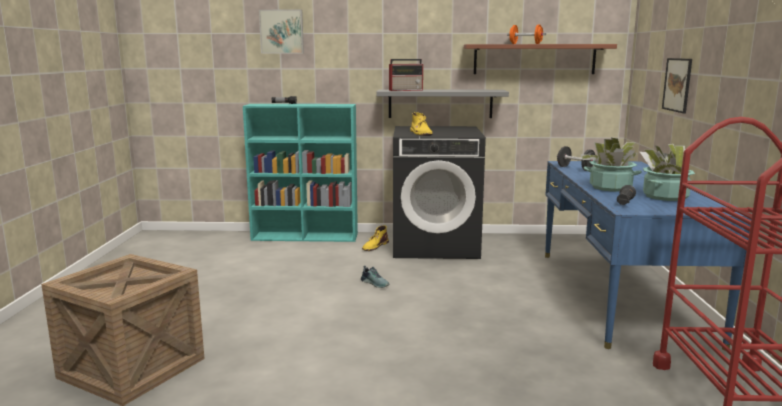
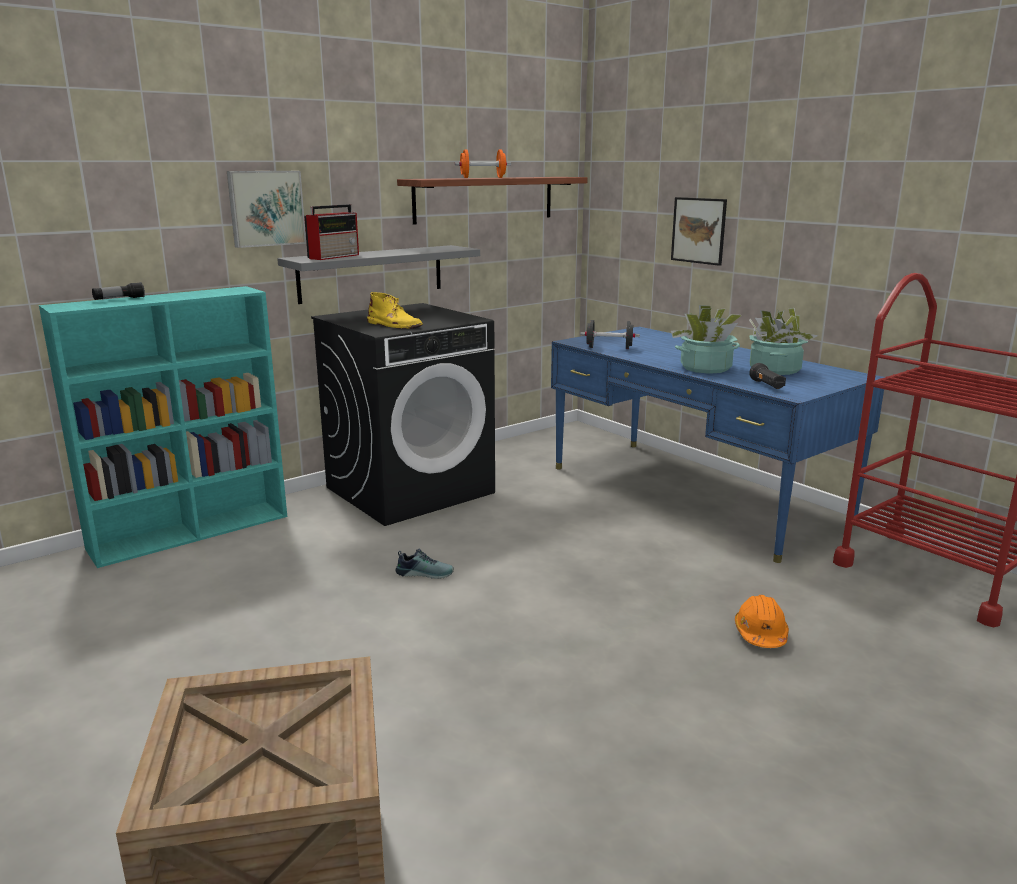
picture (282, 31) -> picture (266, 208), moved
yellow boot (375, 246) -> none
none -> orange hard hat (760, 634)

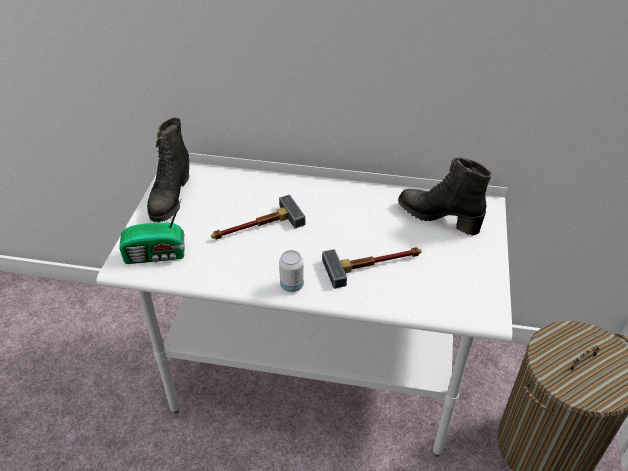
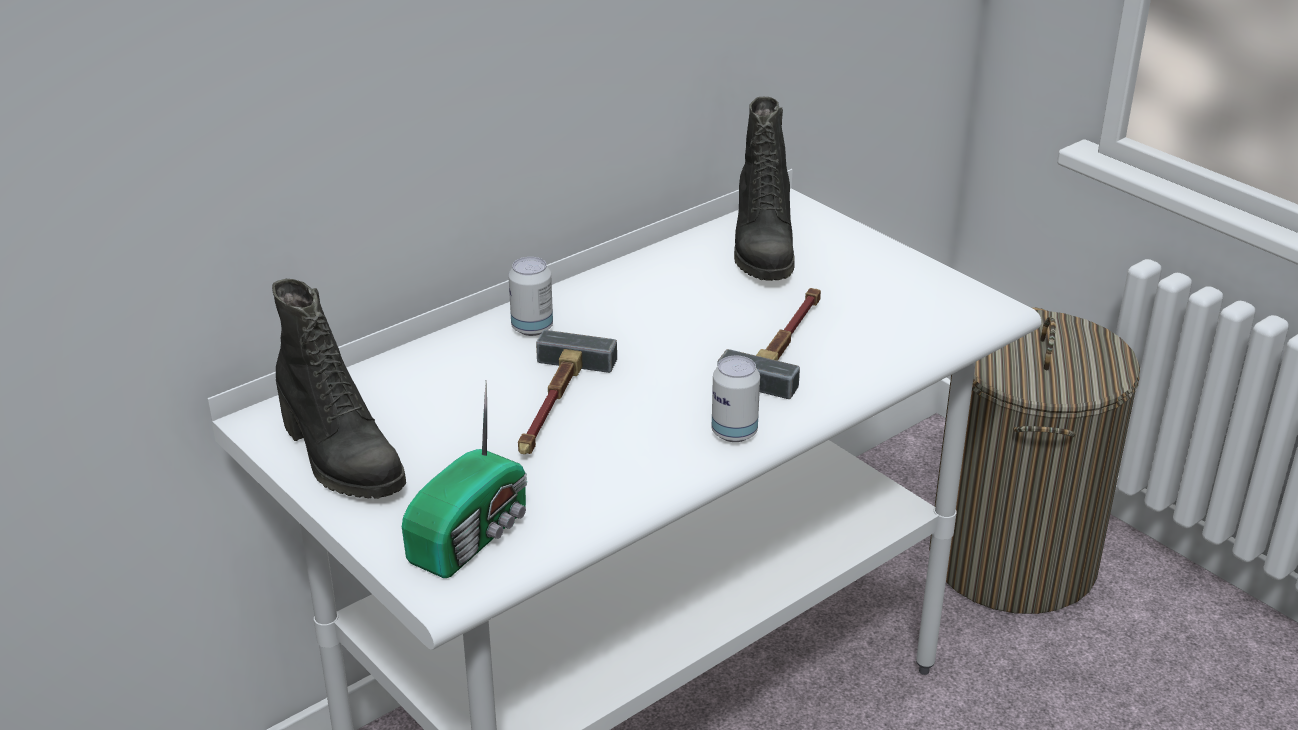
black boot (439, 217) -> black boot (761, 250), 75 degrees counterclockwise
none -> can (532, 328)

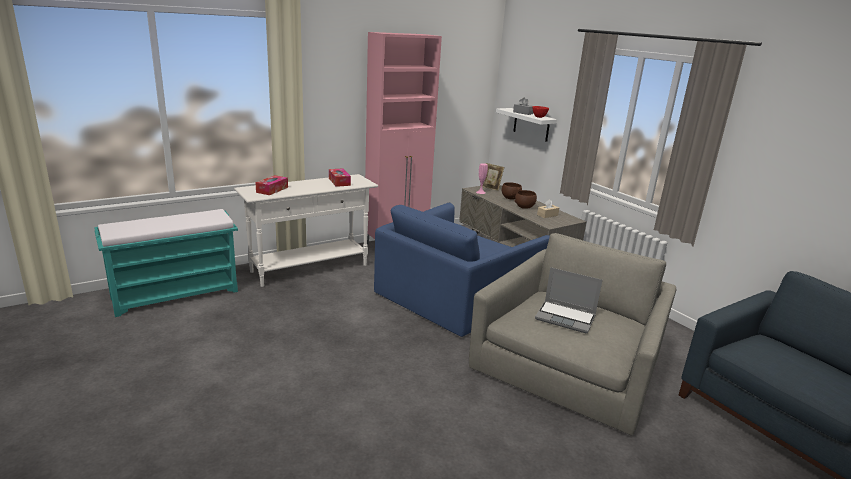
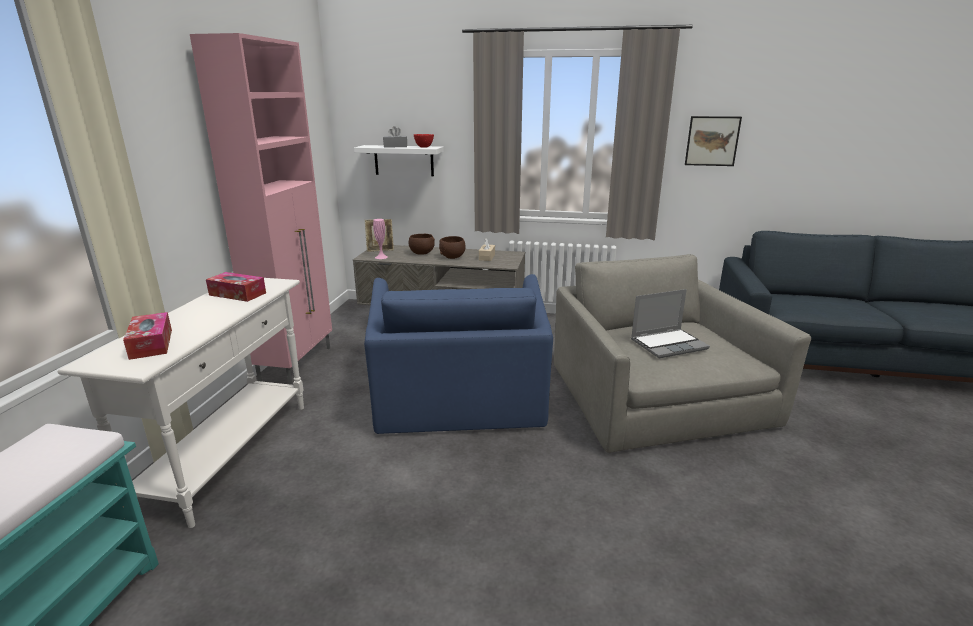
none -> picture (712, 141)

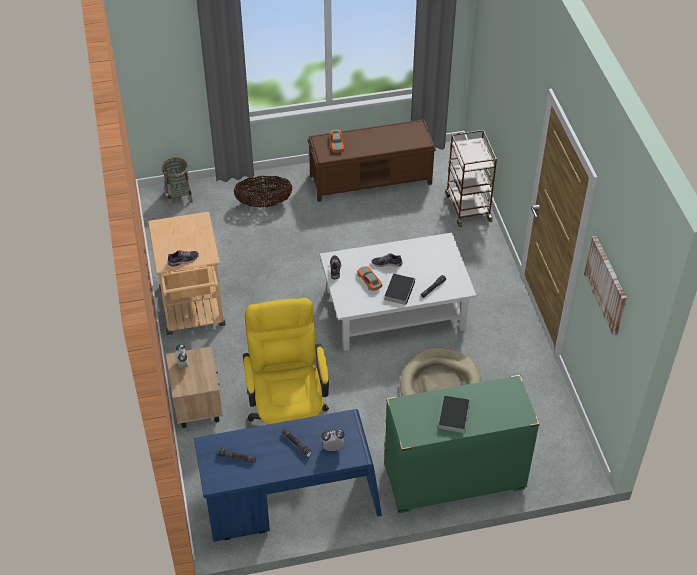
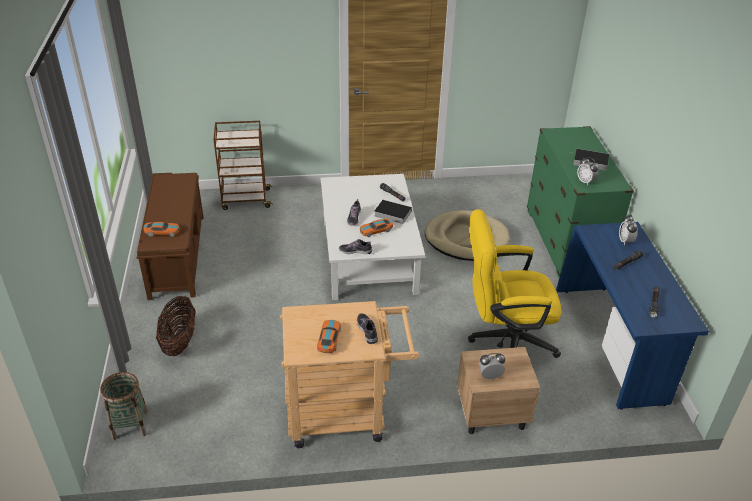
picture (606, 284) -> none
none -> alarm clock (585, 181)
none -> toy car (329, 340)

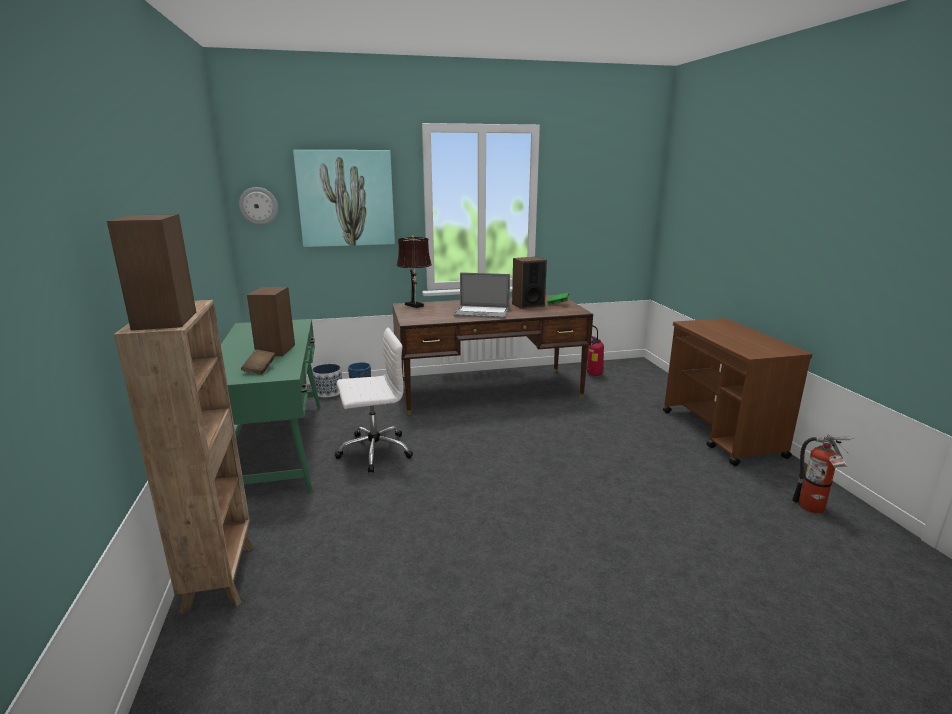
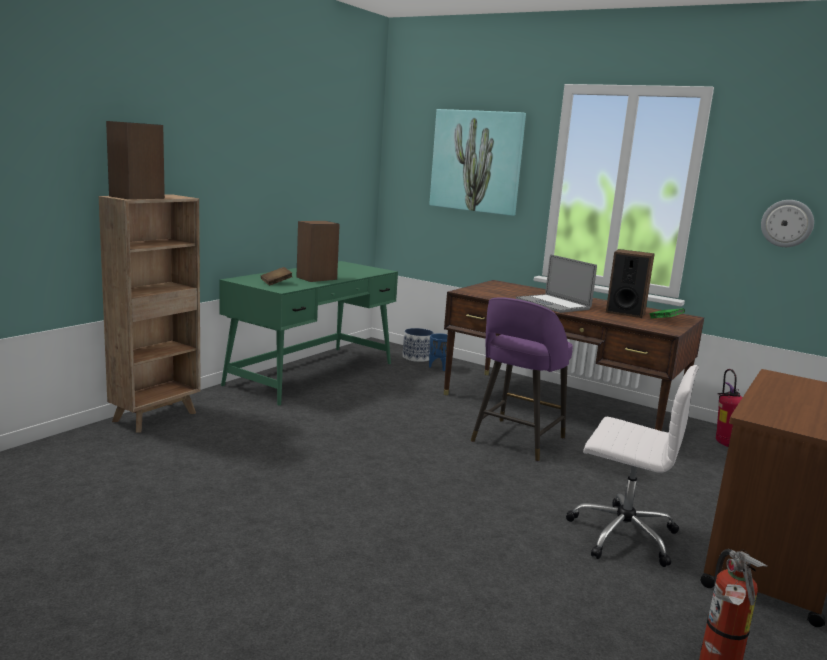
wall clock (258, 206) -> wall clock (787, 223), moved
brown table lamp (415, 306) -> none
white office chair (373, 451) -> white office chair (621, 534), moved
none -> purple stool (516, 440)

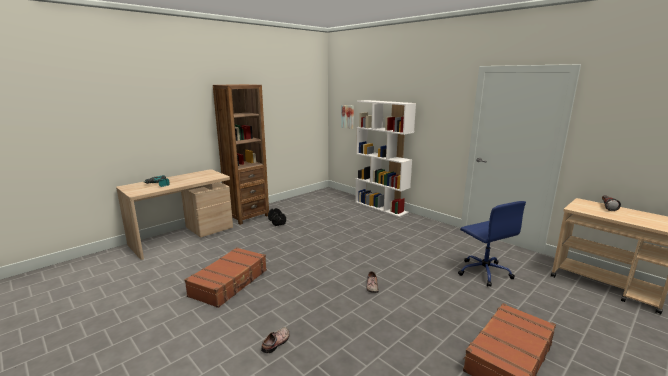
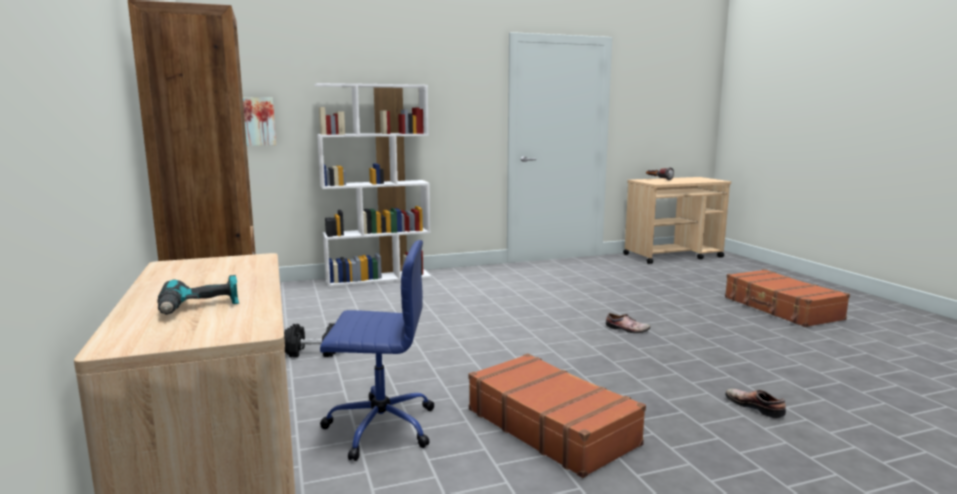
blue office chair (483, 272) -> blue office chair (379, 427), moved

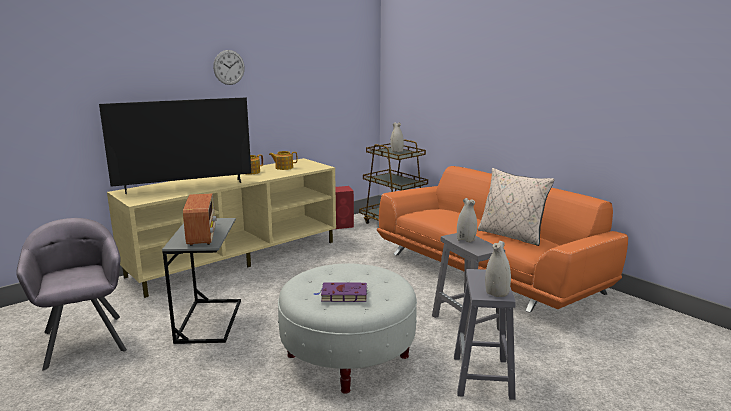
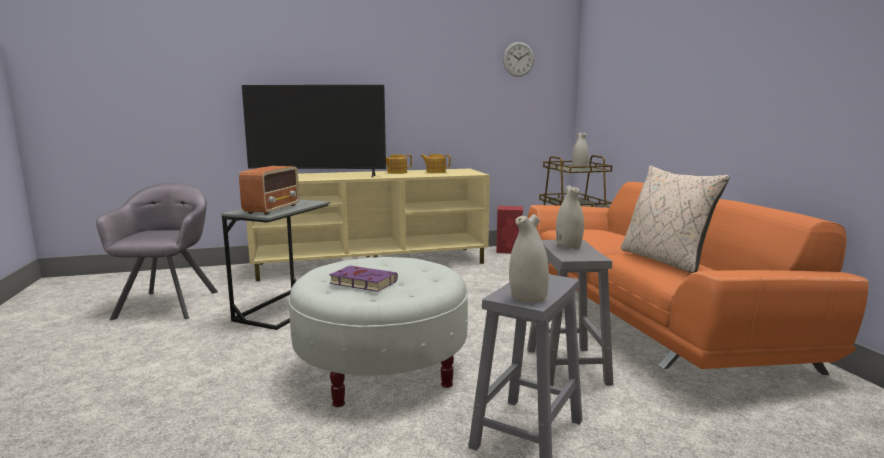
wall clock (229, 67) -> wall clock (518, 59), moved

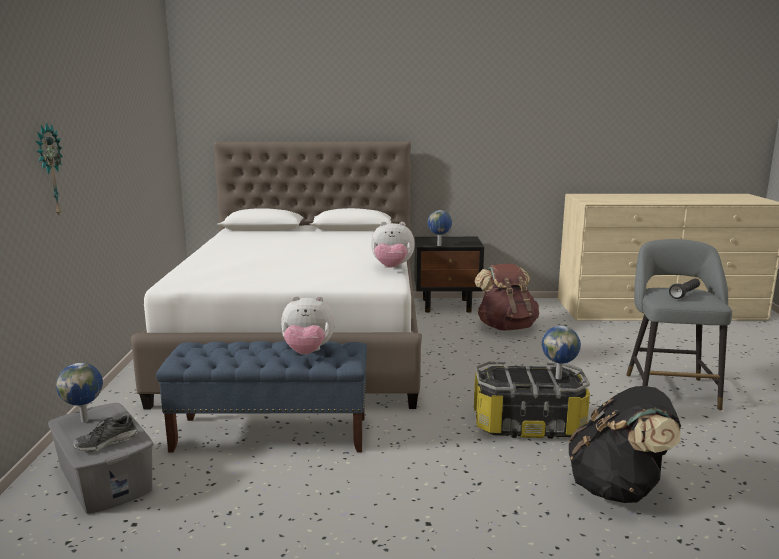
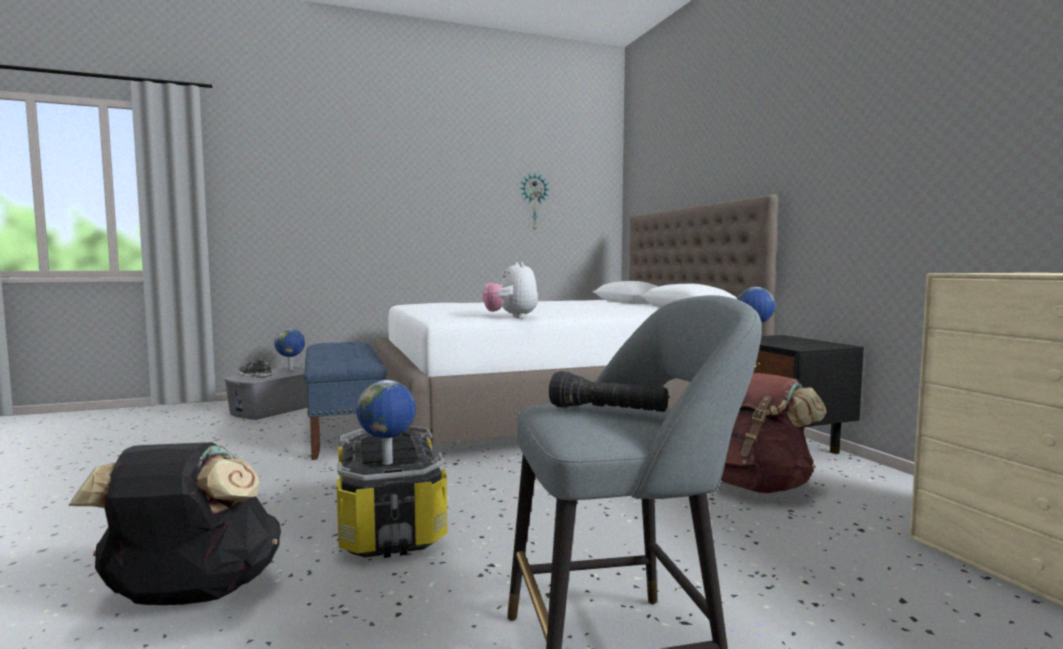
wall clock (48, 170) -> wall clock (533, 202), moved
plush toy (307, 352) -> none

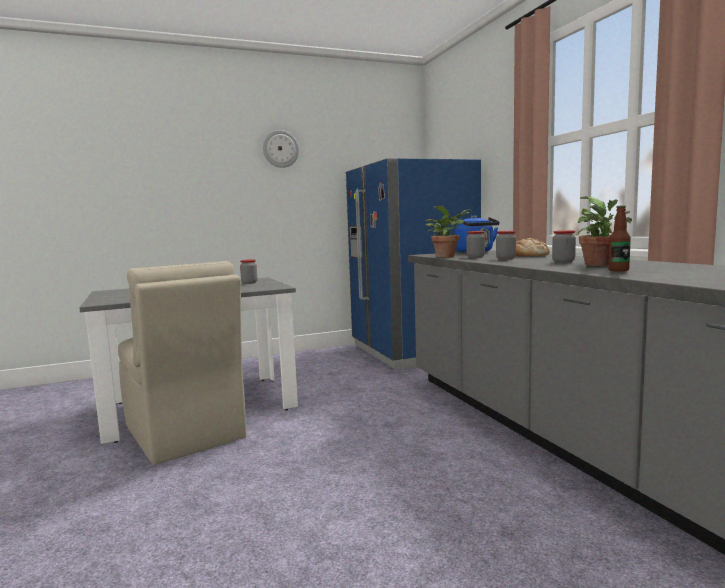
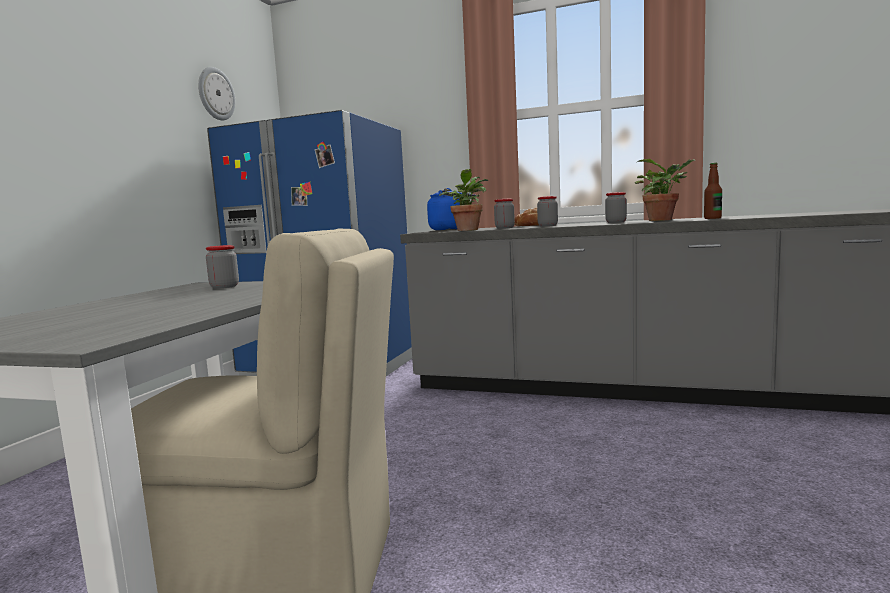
wall clock (280, 149) -> wall clock (215, 94), moved

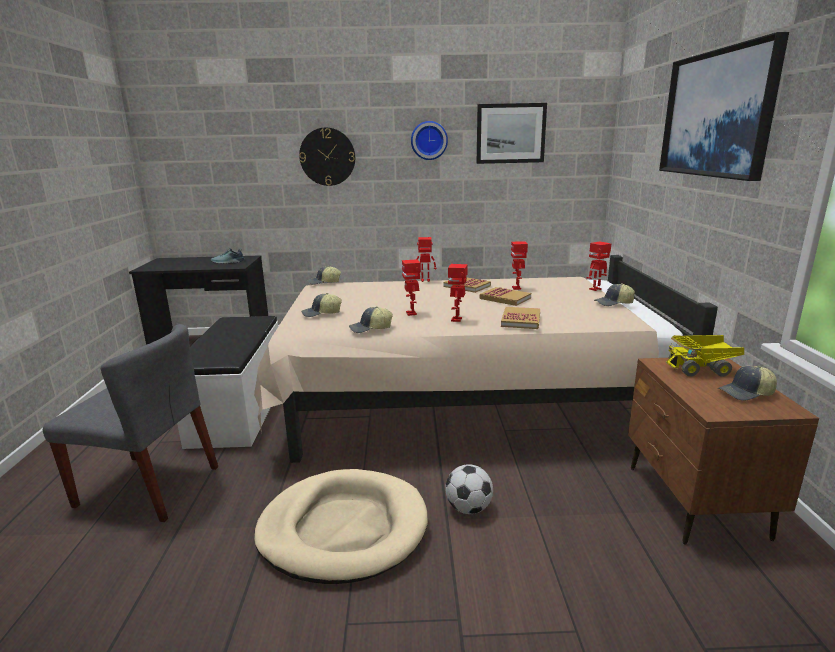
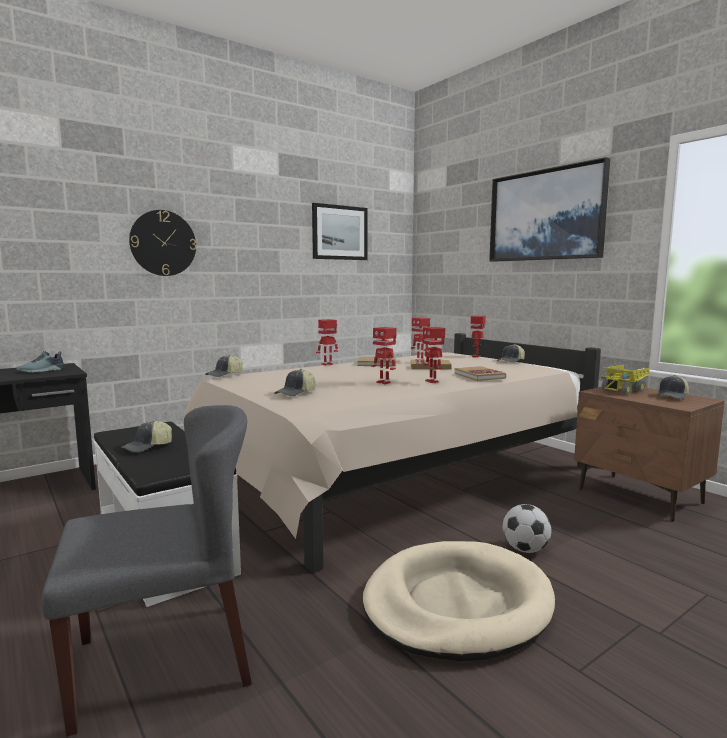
wall clock (429, 140) -> none
cap (370, 329) -> cap (148, 447), moved

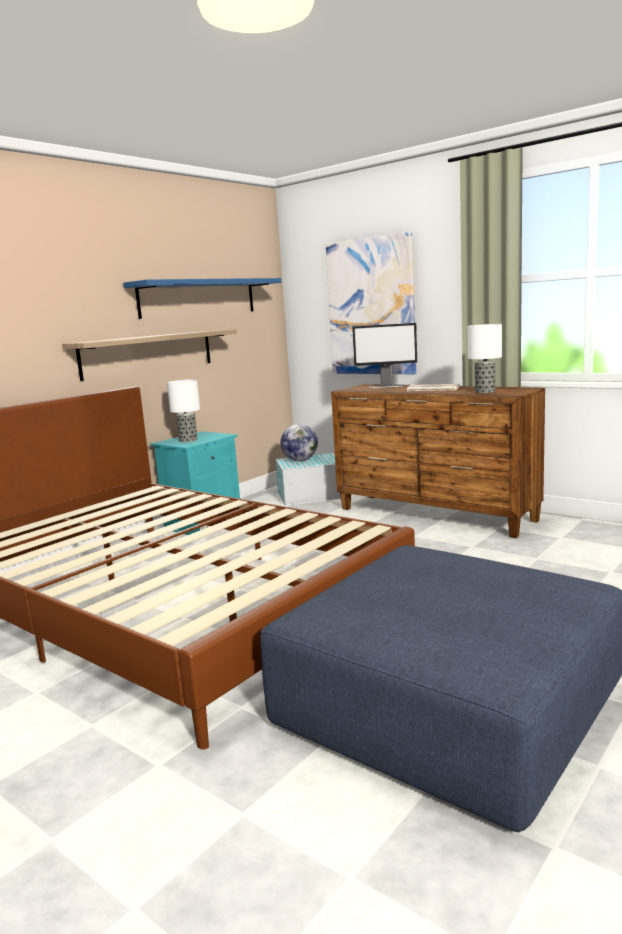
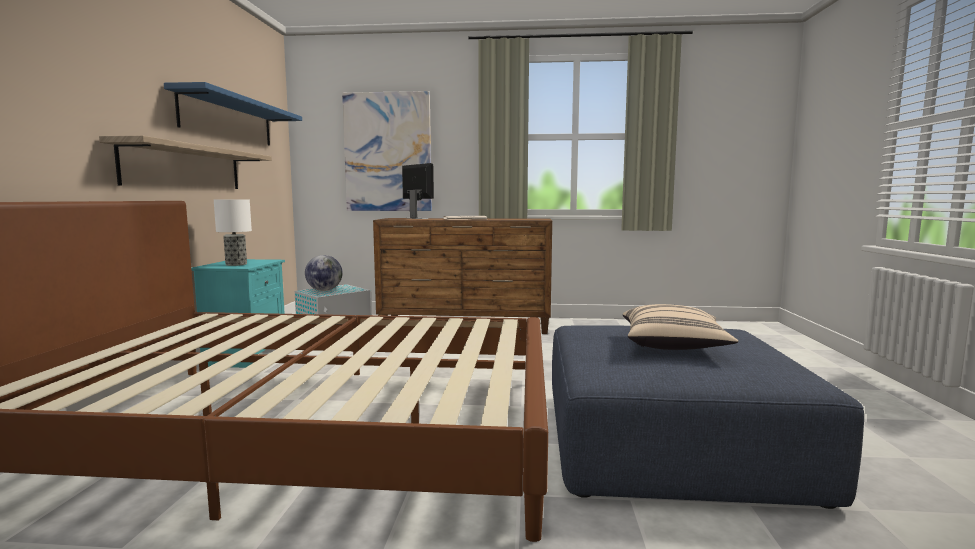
monitor (386, 386) -> monitor (416, 218), 105 degrees counterclockwise
table lamp (485, 391) -> none
none -> beige pillow (673, 346)

